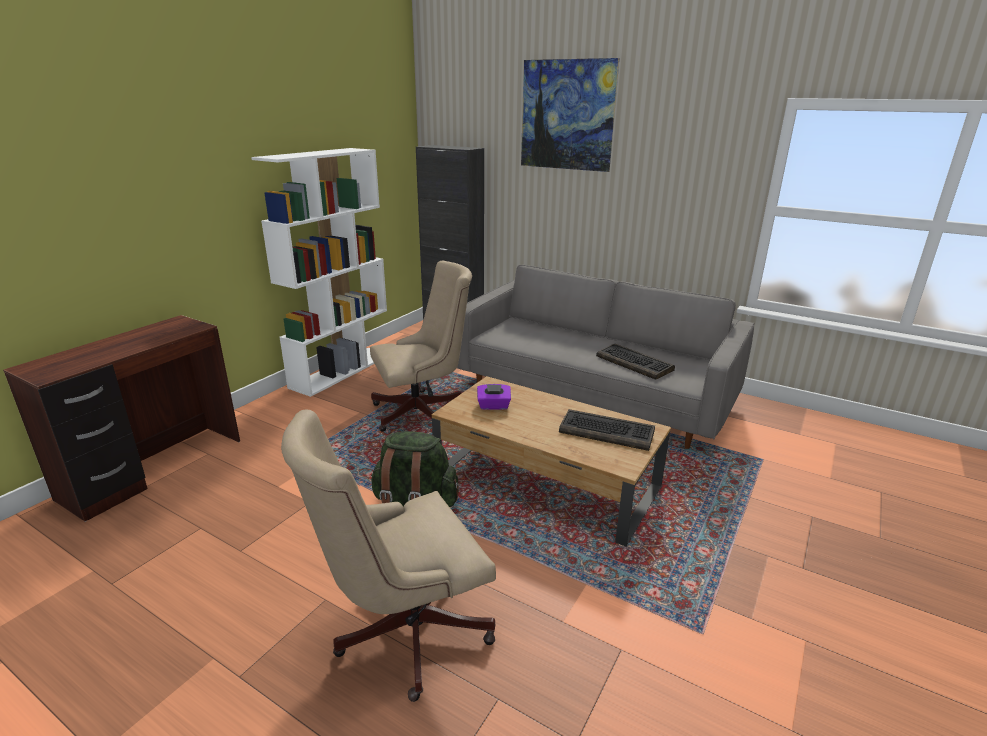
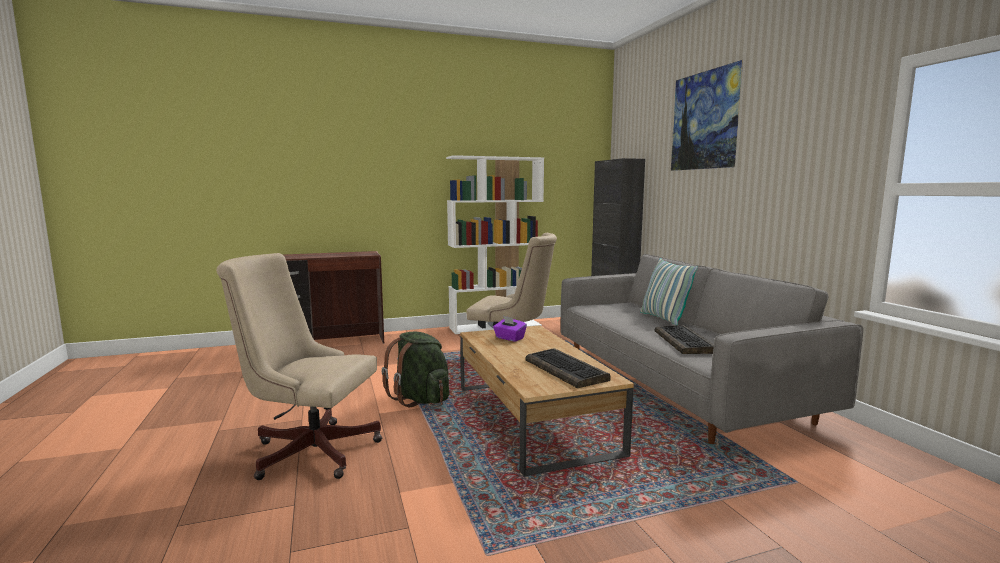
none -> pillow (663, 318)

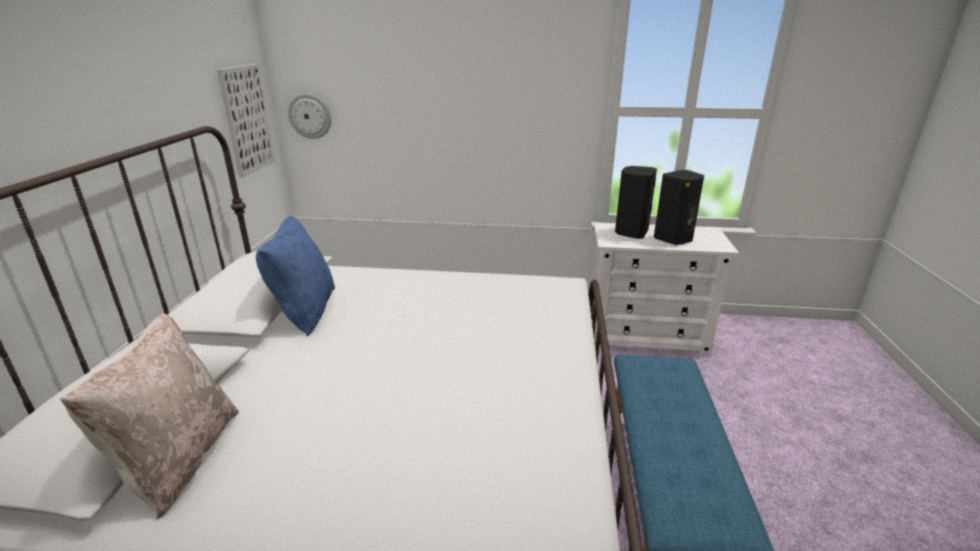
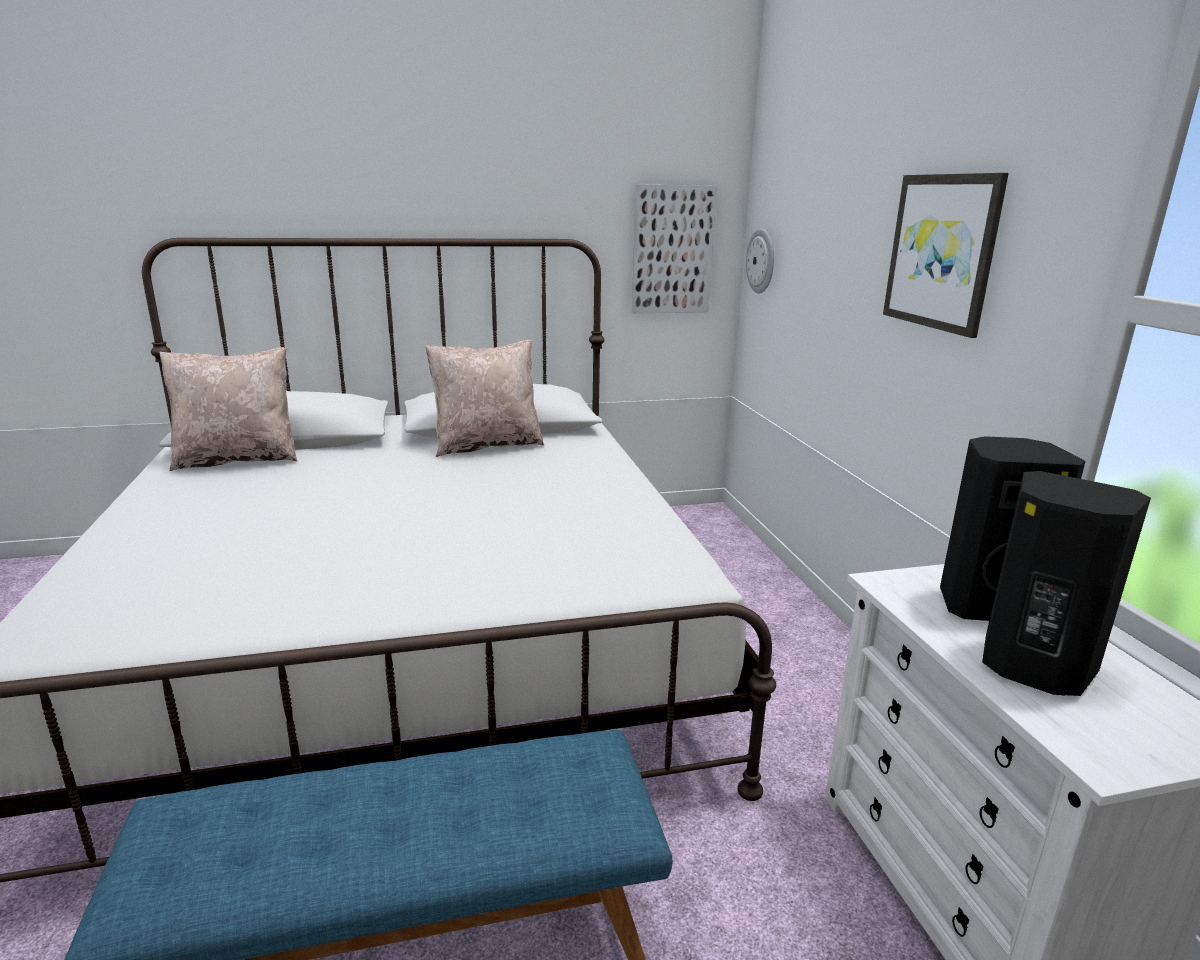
blue pillow (304, 311) -> beige pillow (487, 445)
none -> picture (942, 252)

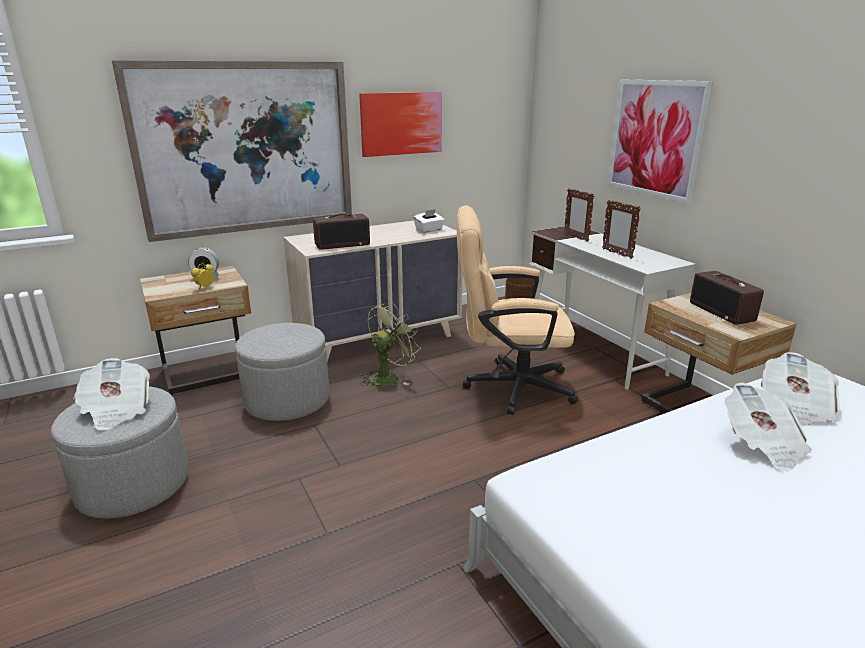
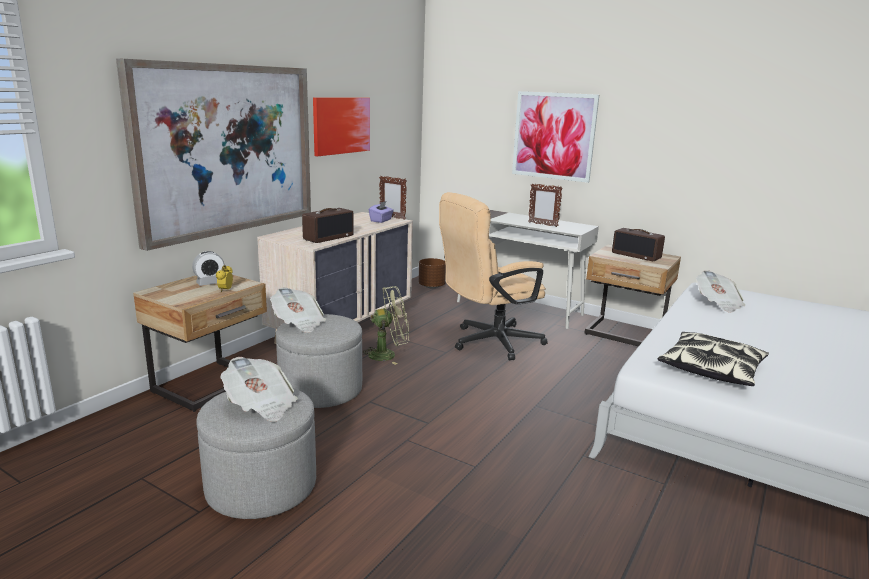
picture frame (576, 237) -> picture frame (392, 217), moved
white tissue box (429, 230) -> purple tissue box (381, 220)
green fan (388, 377) -> green fan (388, 354), 60 degrees clockwise
newspaper (762, 445) -> newspaper (298, 323), moved
none -> pillow (711, 369)

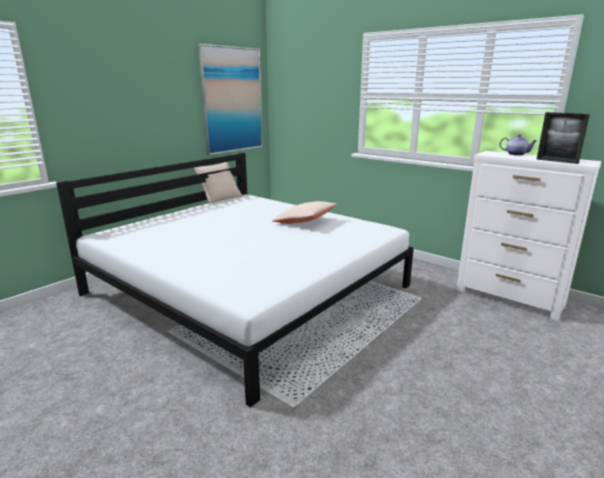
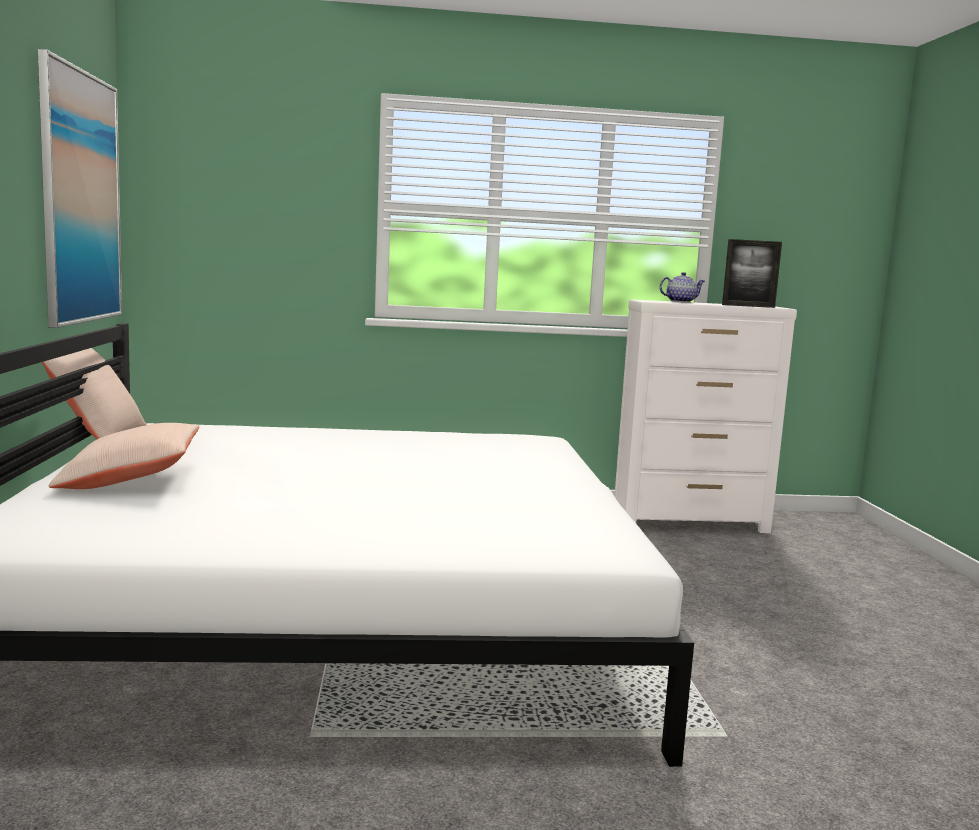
beige pillow (304, 222) -> beige pillow (130, 479), moved

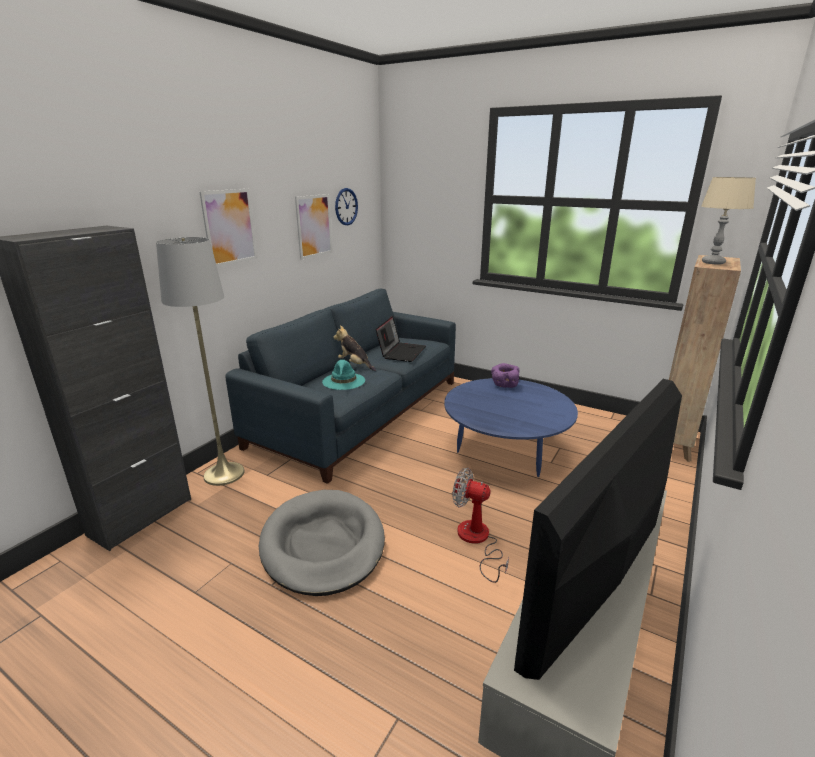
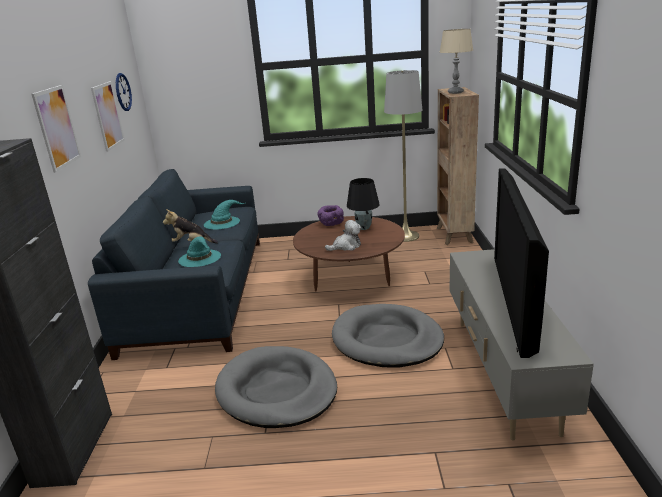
grey floor lamp (224, 474) -> grey floor lamp (405, 236), moved
laptop (401, 352) -> turquoise hat (222, 222)
blue coffee table (505, 452) -> brown coffee table (351, 279)
fan (477, 541) -> grey dog bed (387, 340)
none -> black table lamp (364, 228)
none -> plush toy (346, 246)

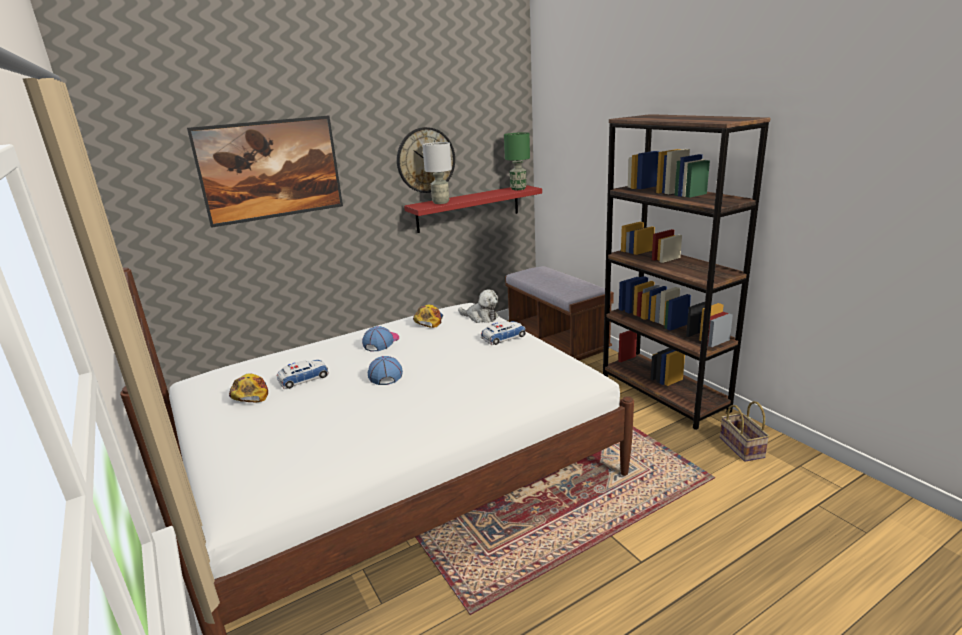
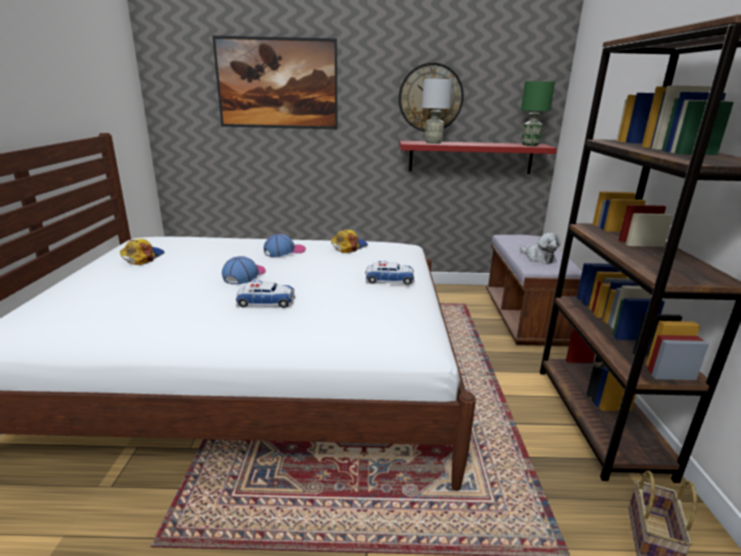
plush toy (481, 317) -> plush toy (538, 258), moved
toy car (303, 378) -> toy car (266, 301), moved

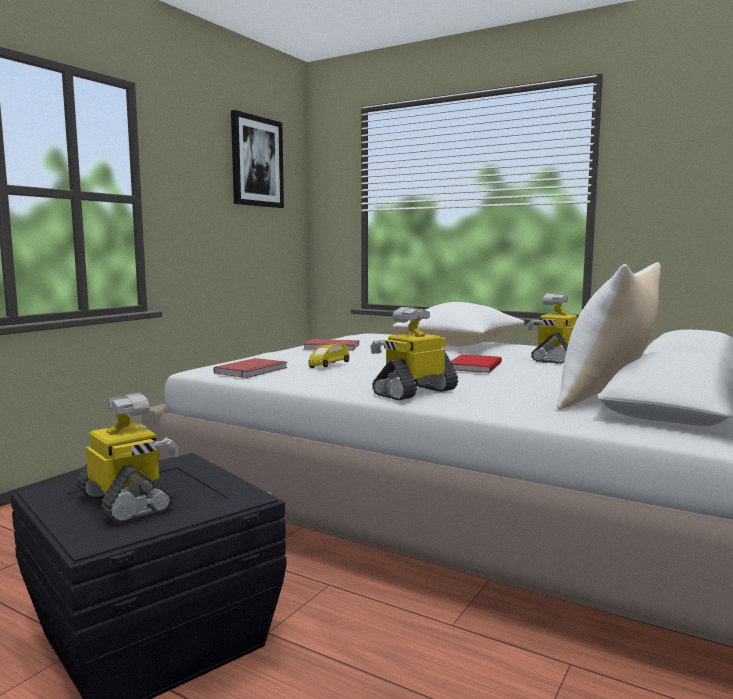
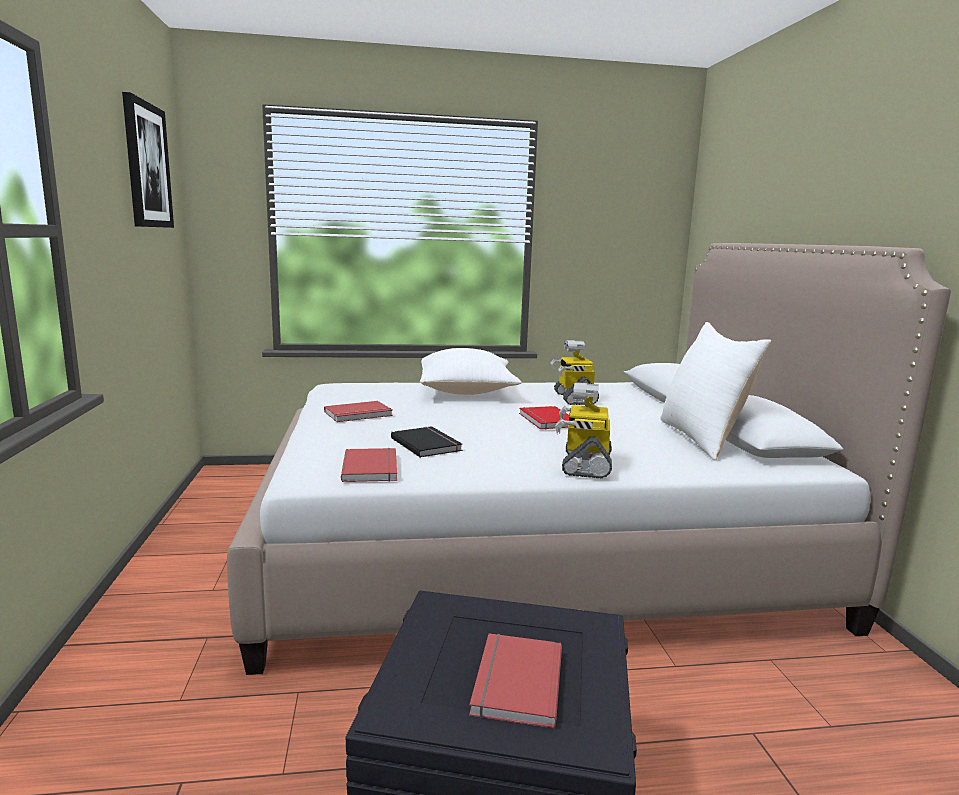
yellow toy car (328, 366) -> black book (427, 444)
toy robot (127, 503) -> red book (514, 682)

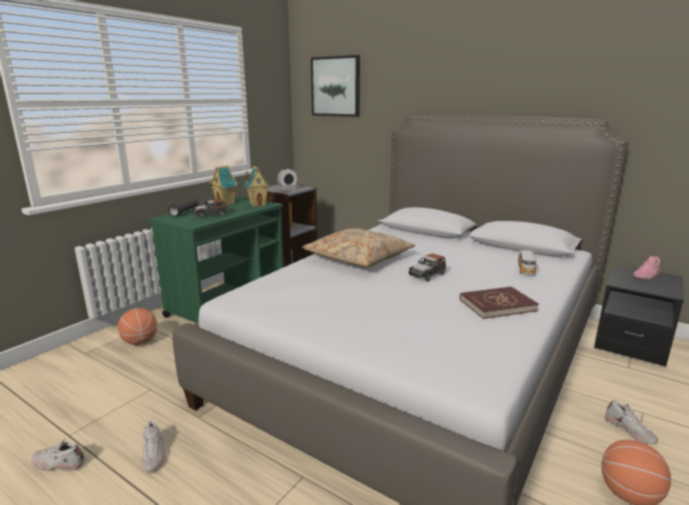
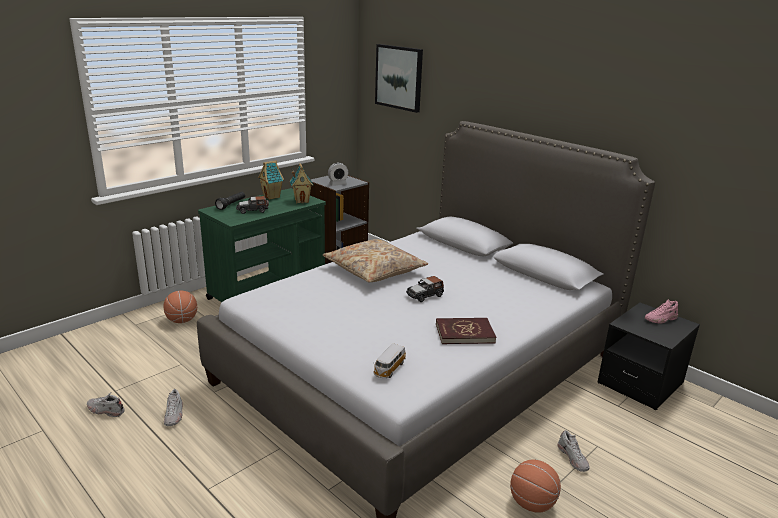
toy car (526, 270) -> toy car (389, 369), moved

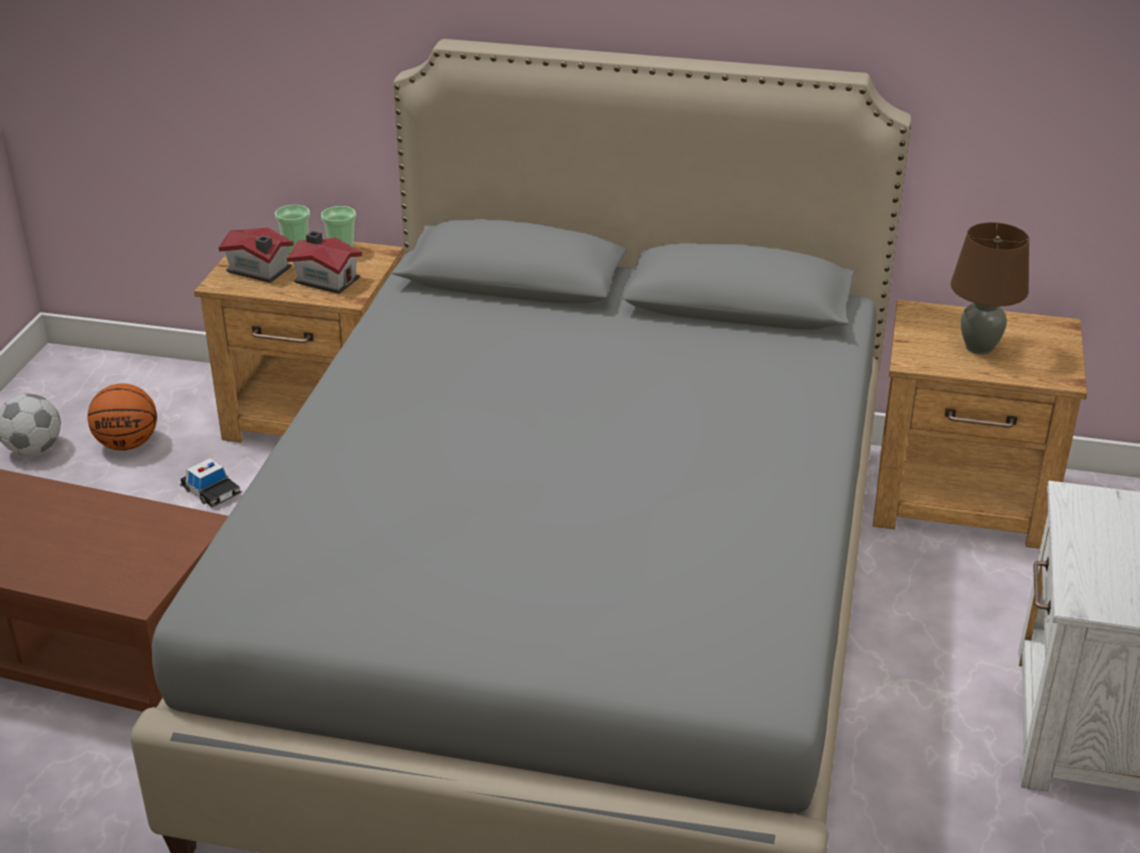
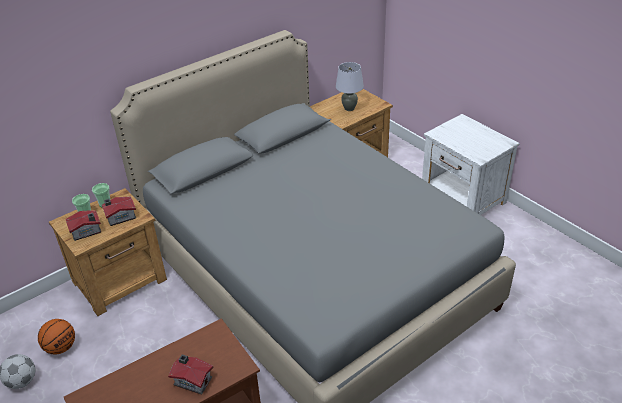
brown table lamp (978, 347) -> grey table lamp (349, 108)
toy car (211, 491) -> none
none -> toy house (192, 380)

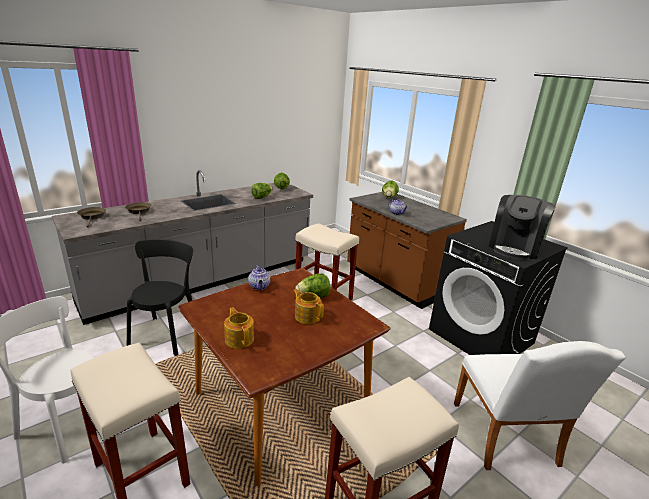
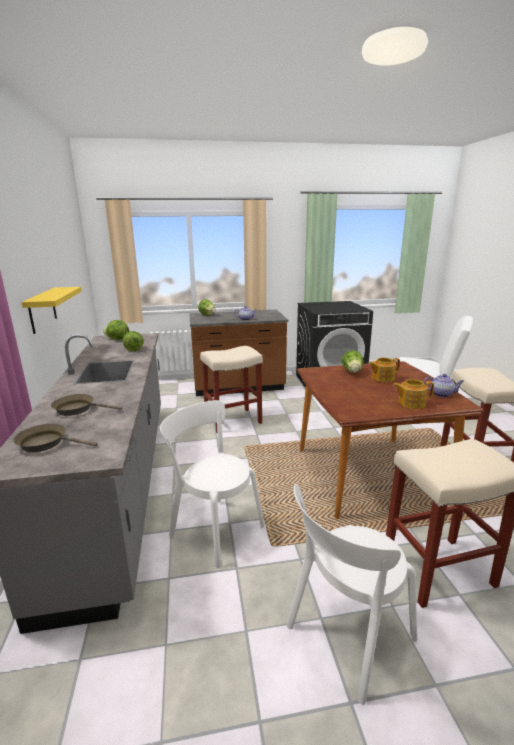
coffee machine (514, 248) -> none
black chair (167, 333) -> white chair (214, 528)
teapot (259, 286) -> teapot (441, 394), moved
none -> yellow shelf (42, 309)

